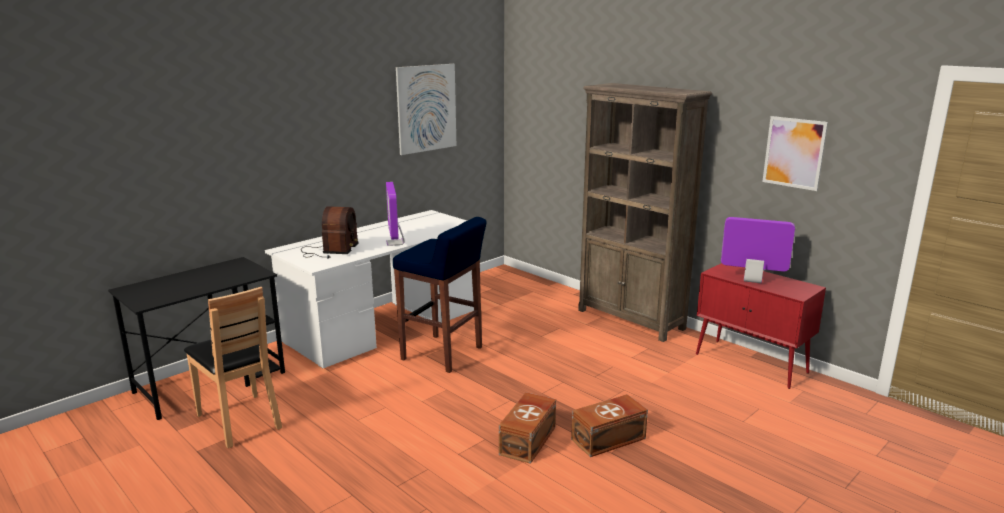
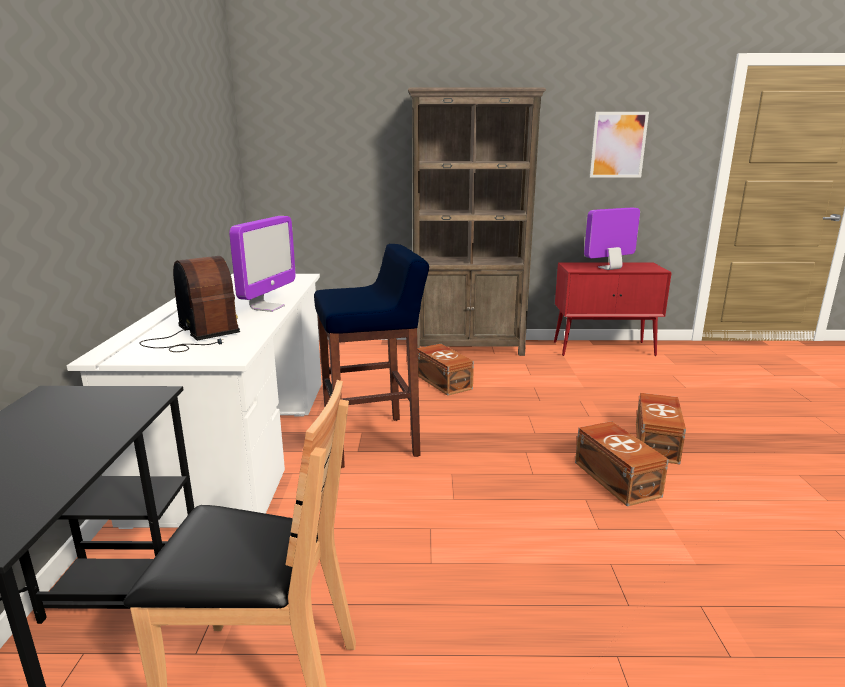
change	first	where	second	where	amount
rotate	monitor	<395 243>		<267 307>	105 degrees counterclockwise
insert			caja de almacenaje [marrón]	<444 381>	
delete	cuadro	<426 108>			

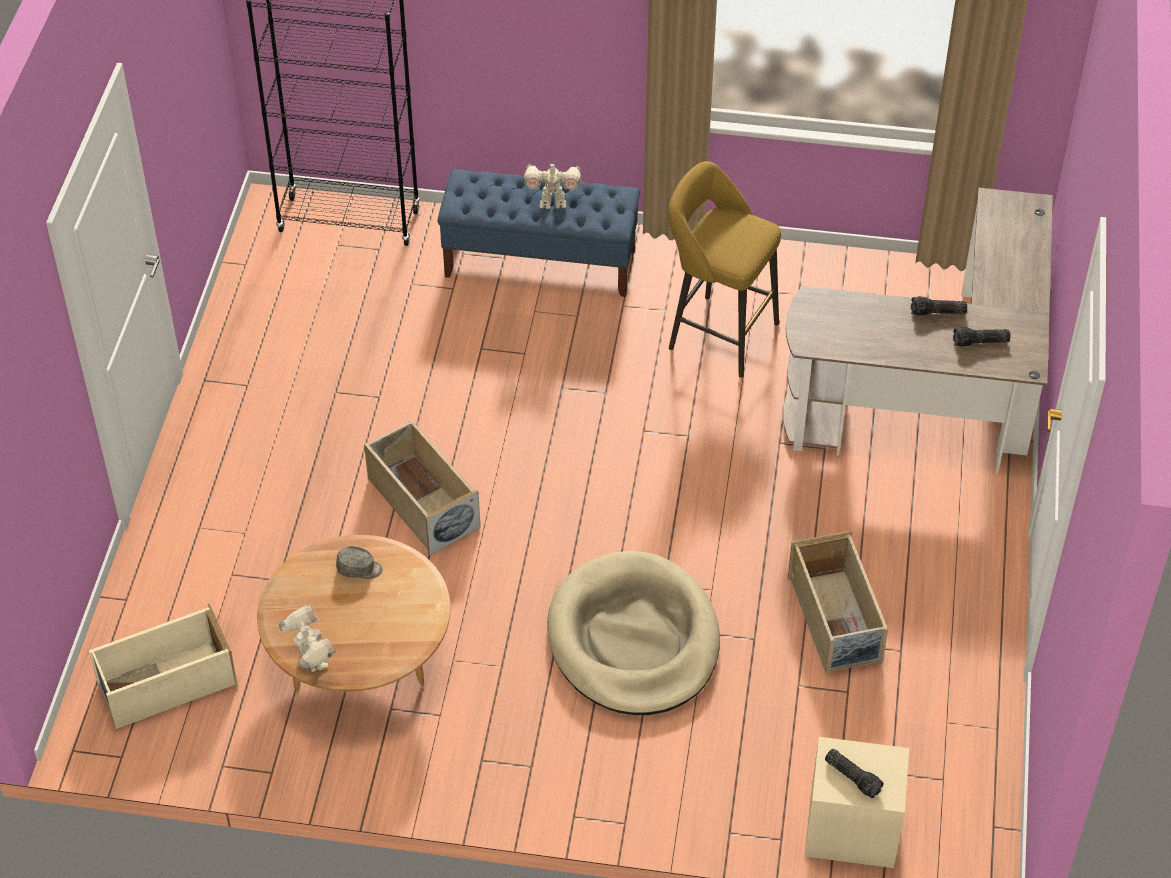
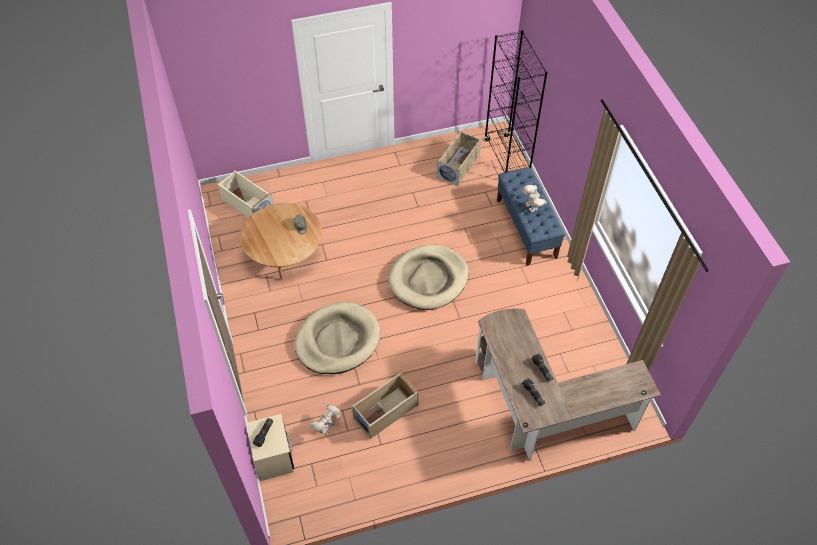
change	first	where	second	where	amount
move	robot de juguete	<311 661>		<327 427>	
insert			cama para perro [beis]	<428 279>	
move	caja de almacenaje [beis]	<422 503>		<459 165>	
delete	taburete [amarillo]	<717 333>			

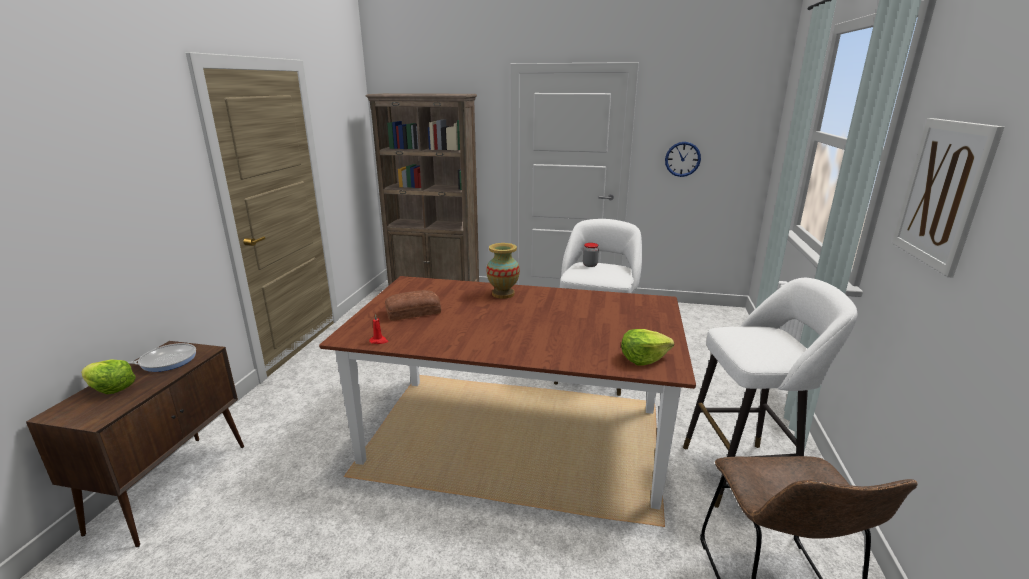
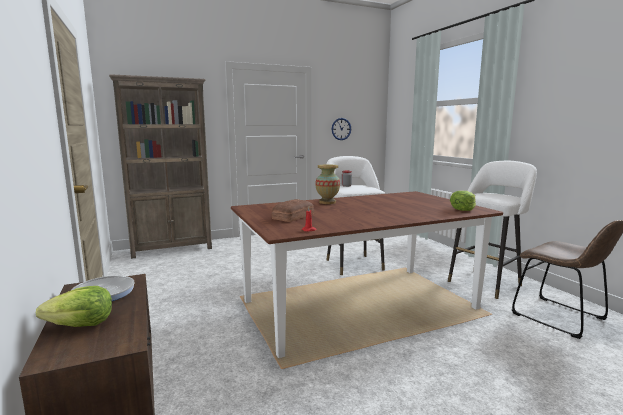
change	first	where	second	where	amount
delete	cuadro	<942 193>			

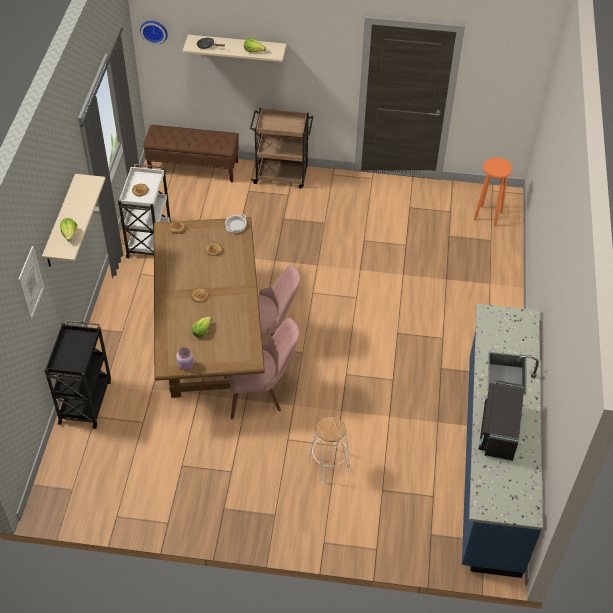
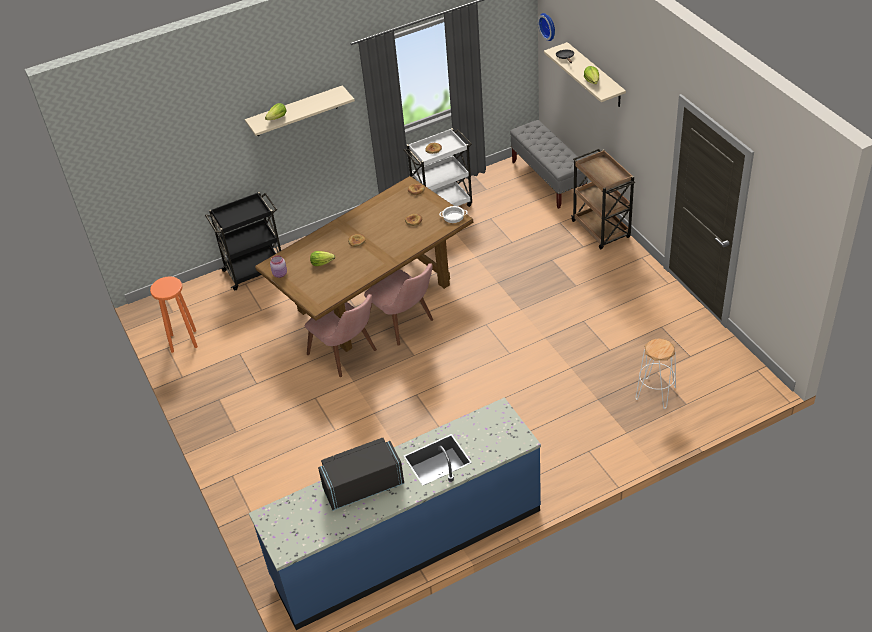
change	first	where	second	where	amount
move	taburete [naranja]	<488 216>		<183 341>	
recolor	banco [marrón]	<193 168>	banco [gris]	<548 180>	
move	taburete [blanco]	<329 465>		<655 393>	
delete	cuadro	<31 283>			

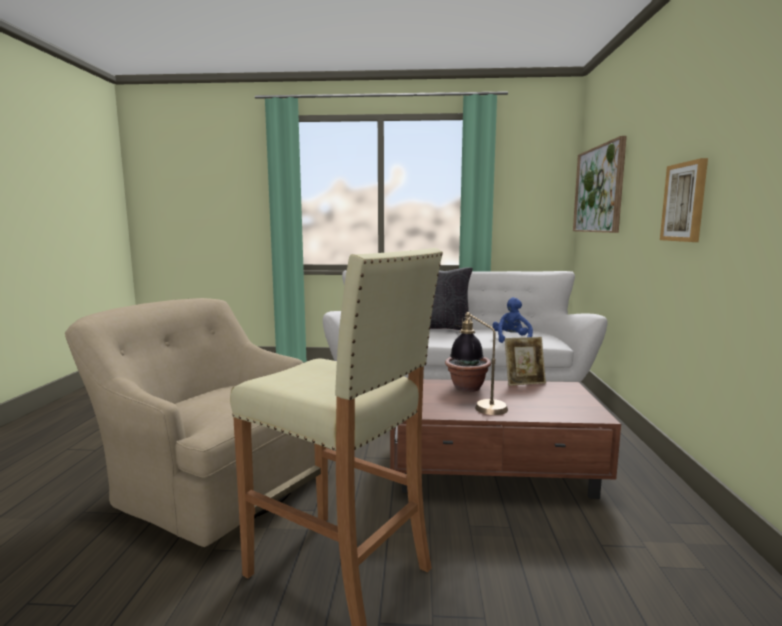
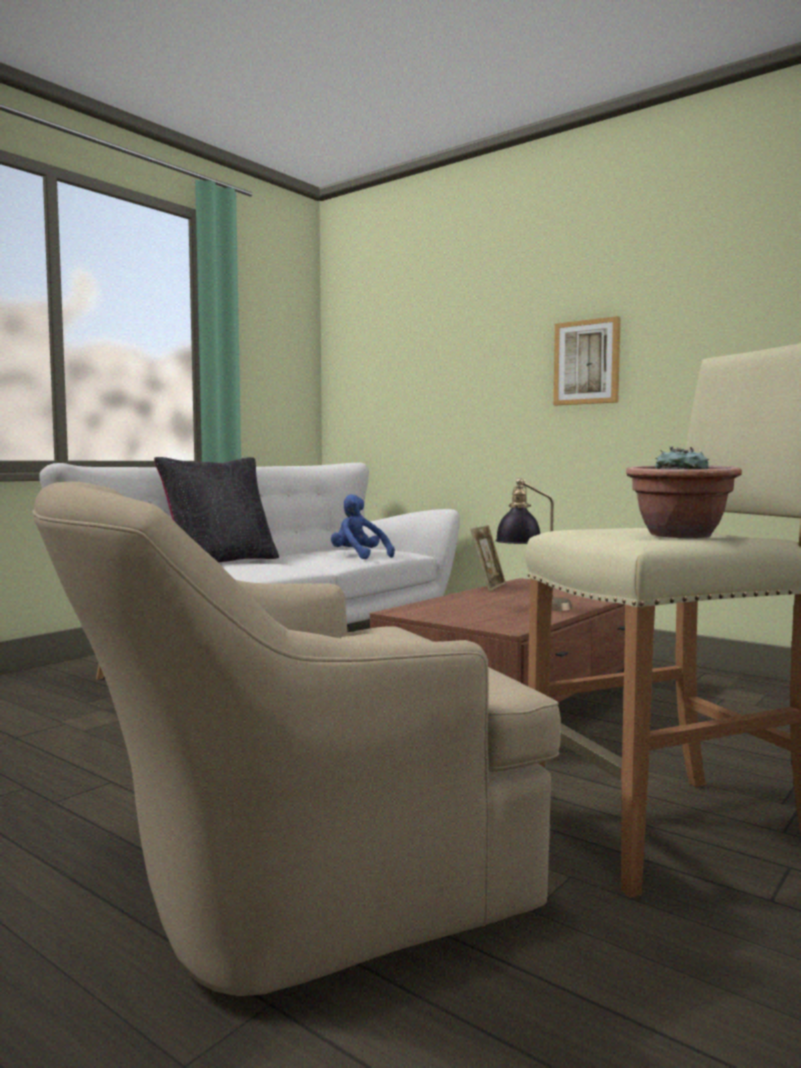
change	first	where	second	where	amount
move	planta en maceta	<467 388>		<680 535>	
delete	cuadro	<598 189>			

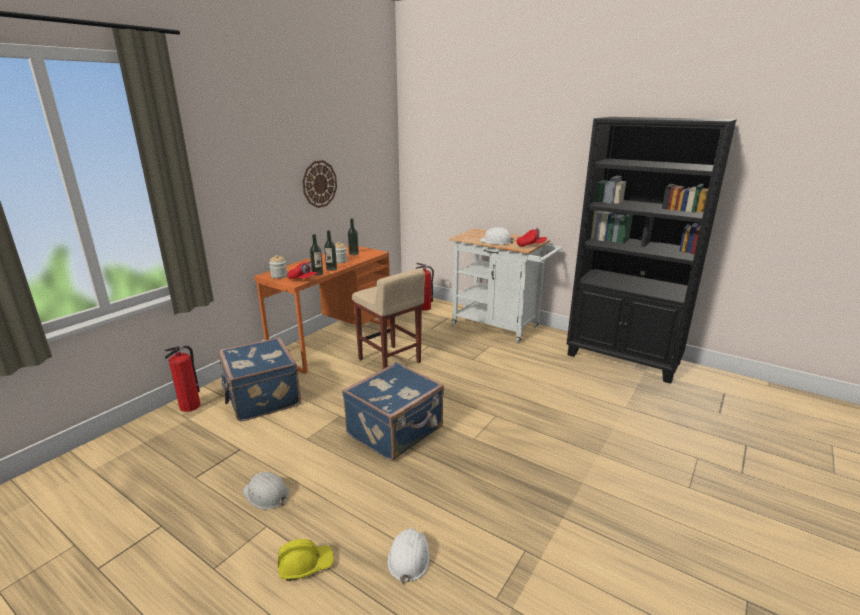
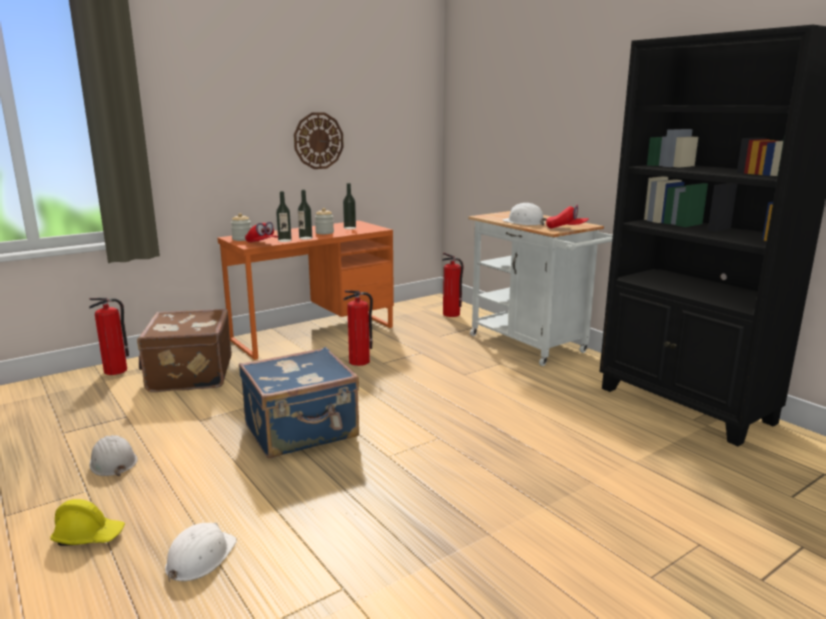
change	first	where	second	where	amount
recolor	maleta [azul]	<261 398>	maleta [marrón]	<189 375>	
replace	taburete [beis]	<390 361>	extintor	<359 361>	

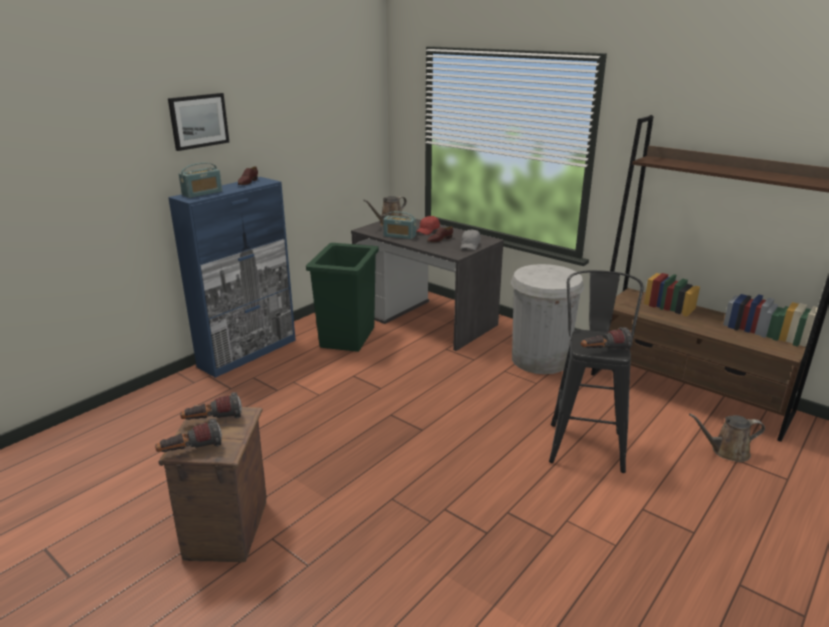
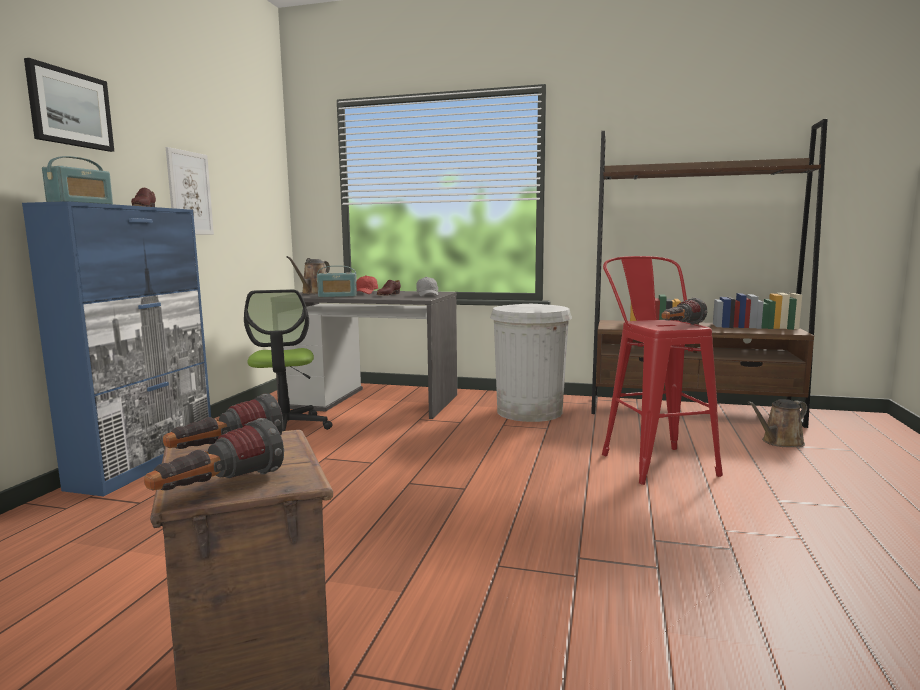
change	first	where	second	where	amount
insert			cuadro	<189 193>	
replace	papelera [verde]	<346 337>	silla de oficina	<285 428>	
recolor	taburete [negro]	<586 441>	taburete [rojo]	<653 461>	

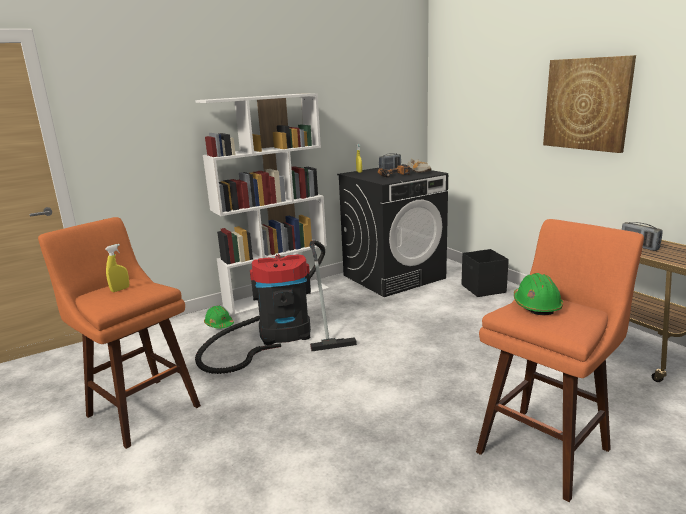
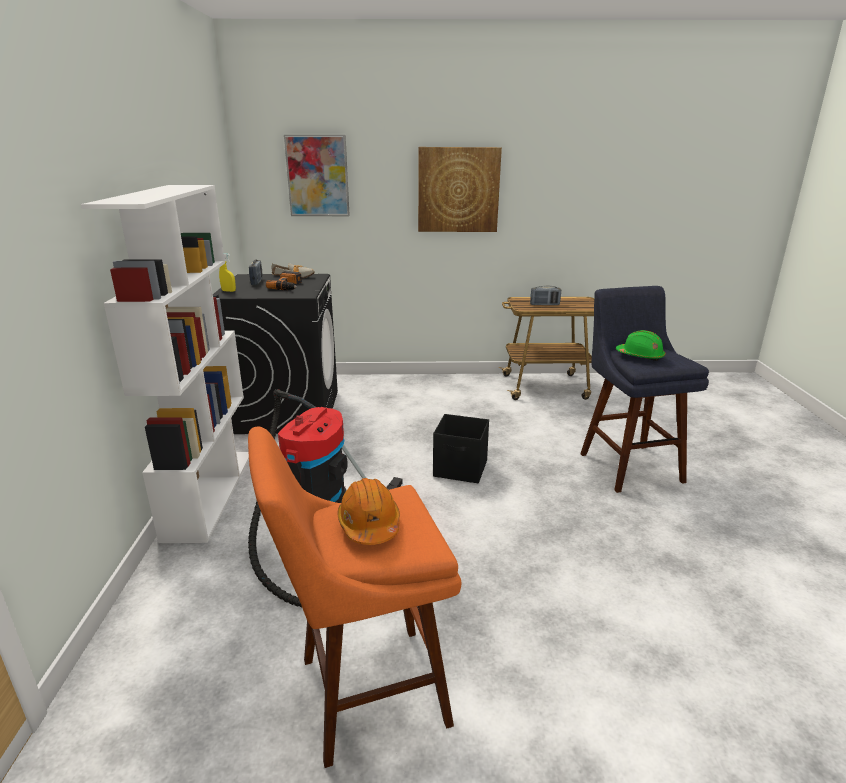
change	first	where	second	where	amount
insert			cuadro	<317 176>	
replace	pulverizador [amarillo]	<120 289>	casco [naranja]	<369 524>	
move	caja de almacenaje [negro]	<483 289>		<461 469>	
recolor	taburete [naranja]	<547 446>	taburete [azul]	<627 464>	
delete	casco [verde]	<219 324>			

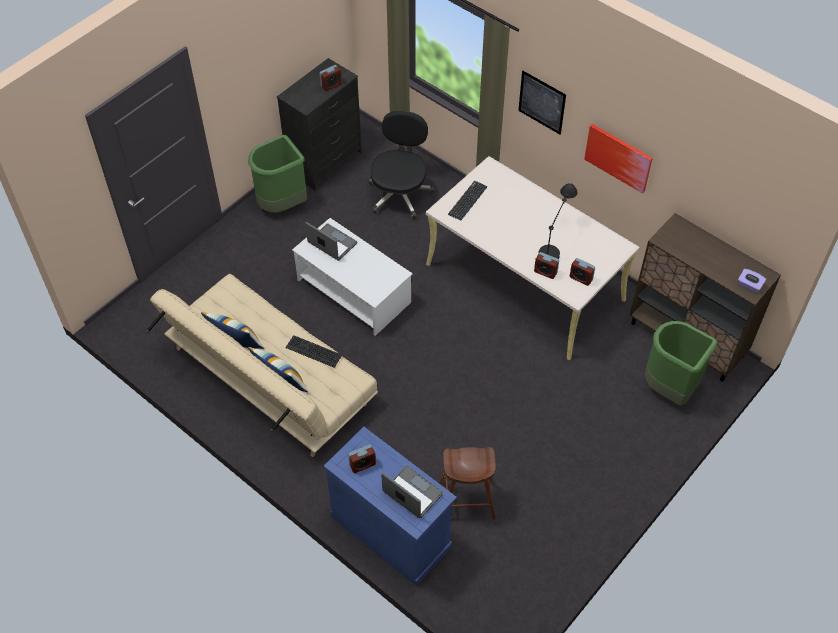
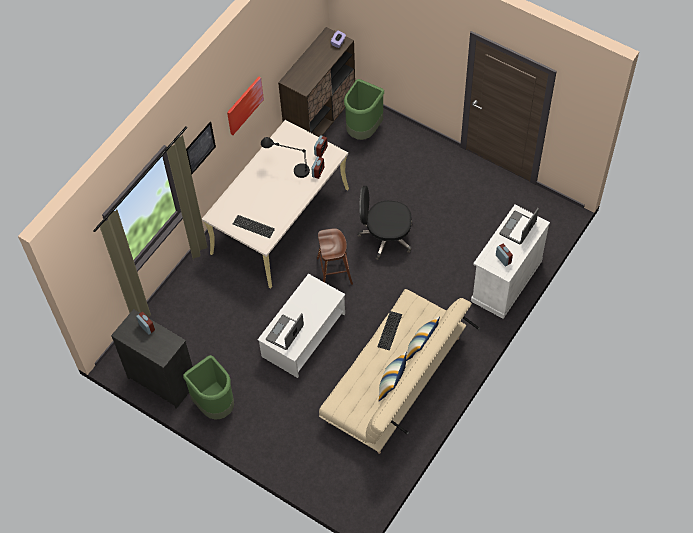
change	first	where	second	where	amount
move	taburete [marrón]	<467 500>		<334 271>	
move	silla de oficina [negro]	<400 194>		<385 237>	
recolor	armario [azul]	<391 531>	armario [blanco]	<506 281>	

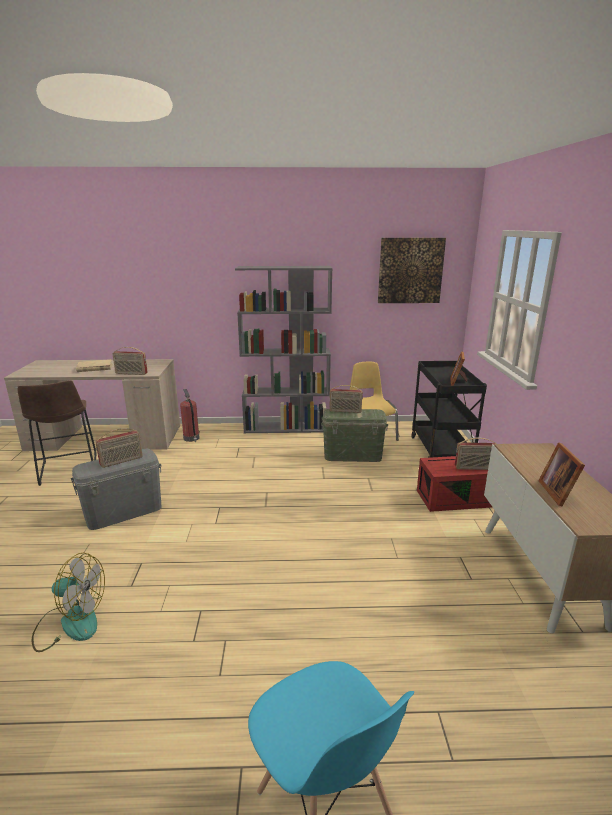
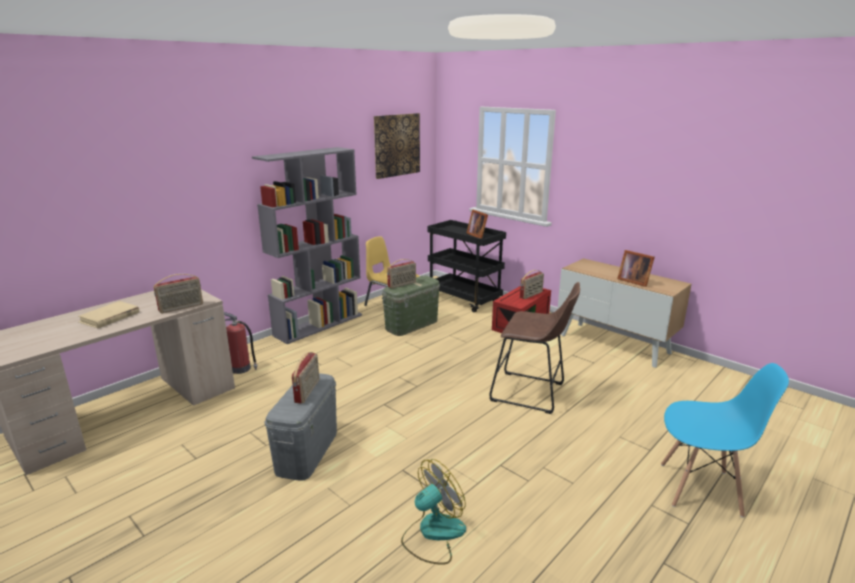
change	first	where	second	where	amount
move	taburete [marrón]	<68 470>		<532 393>	

